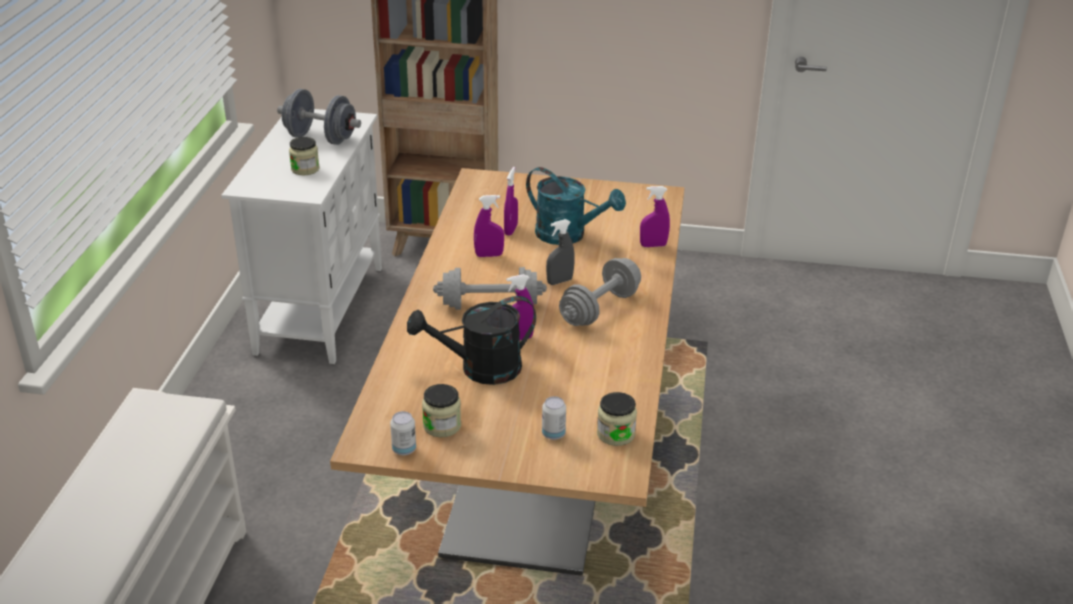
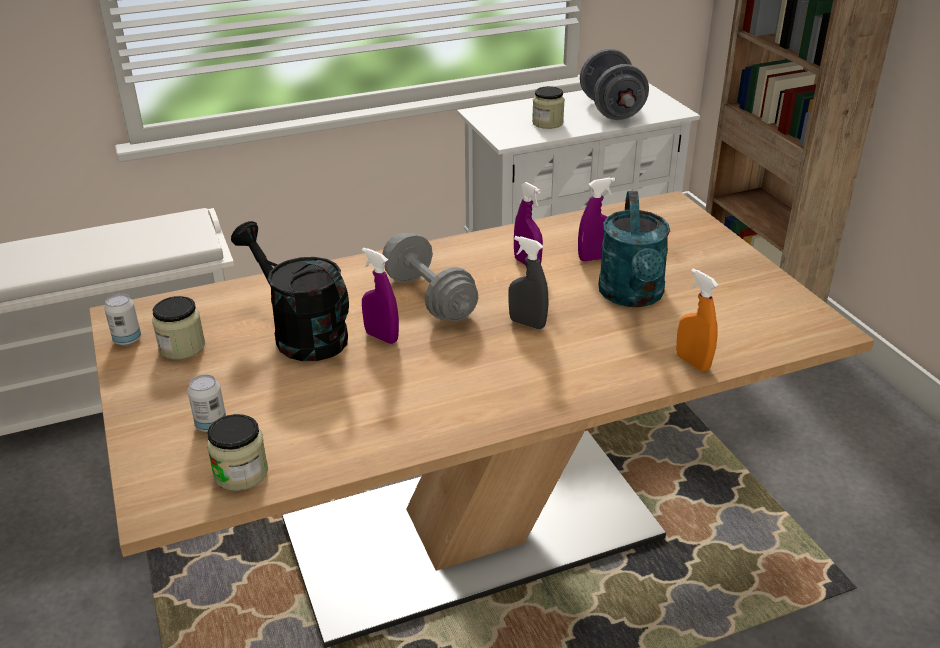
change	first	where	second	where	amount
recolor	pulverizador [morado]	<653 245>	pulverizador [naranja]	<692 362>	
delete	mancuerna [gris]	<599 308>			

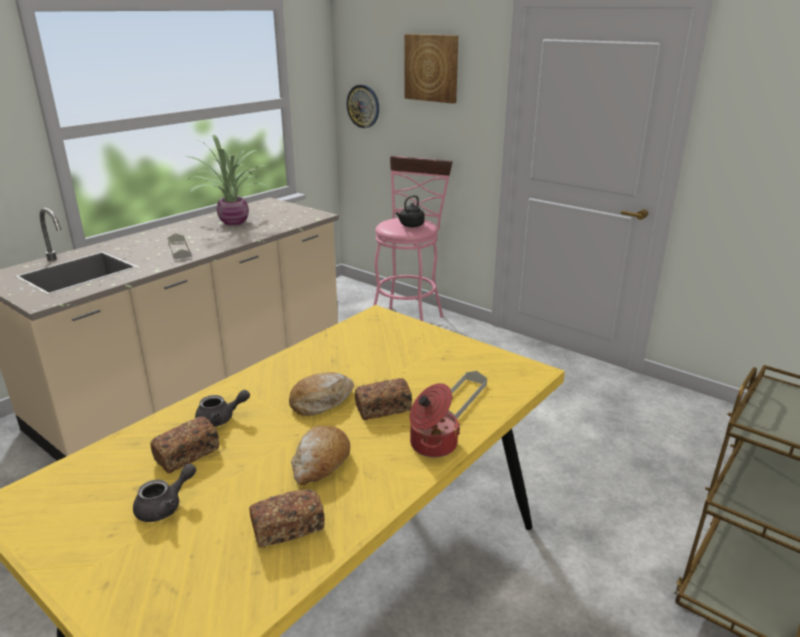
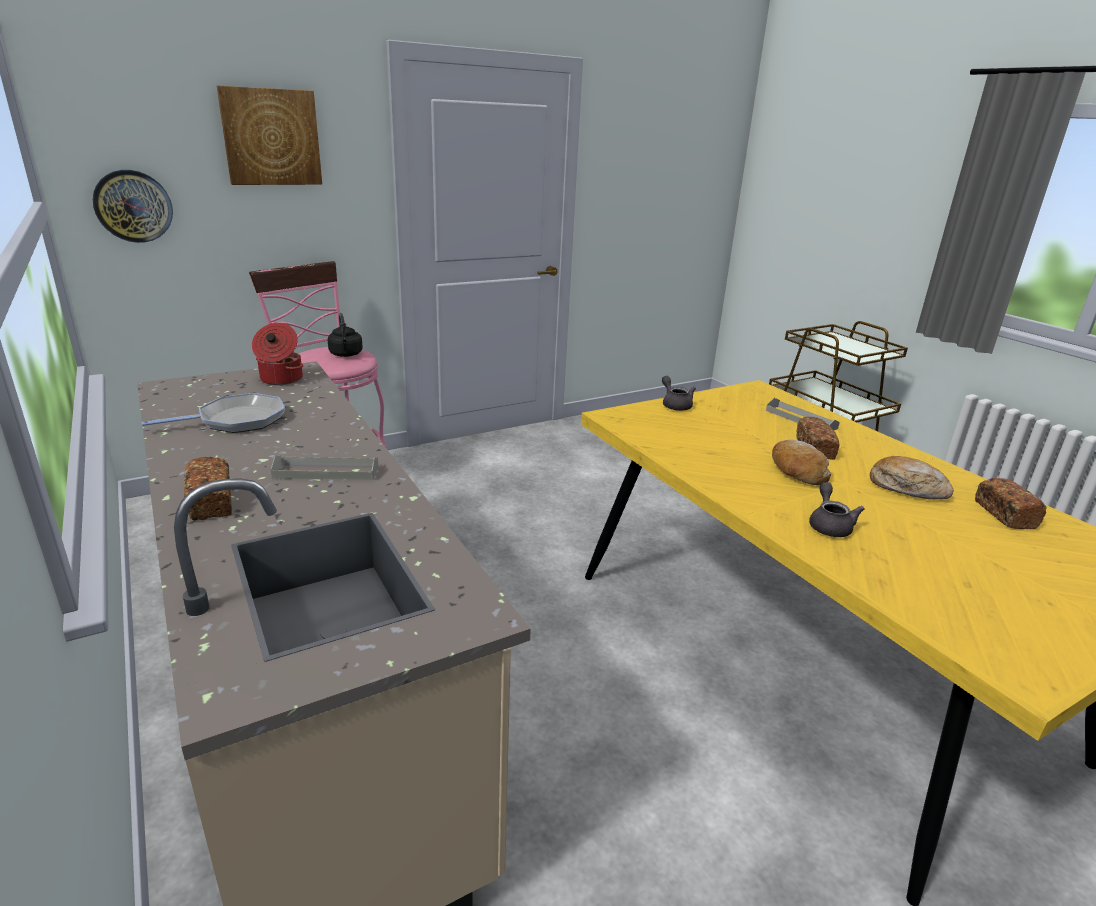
change	first	where	second	where	amount
replace	planta en maceta	<233 222>	sartén	<237 420>	
move	pan	<187 455>		<212 502>	
move	olla	<432 444>		<280 379>	
move	tetera [gris]	<165 506>		<675 405>	

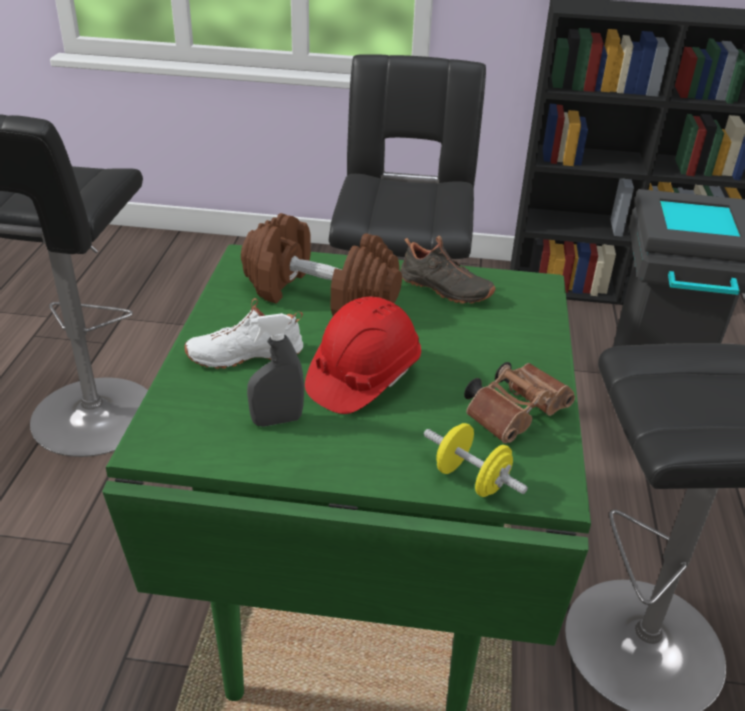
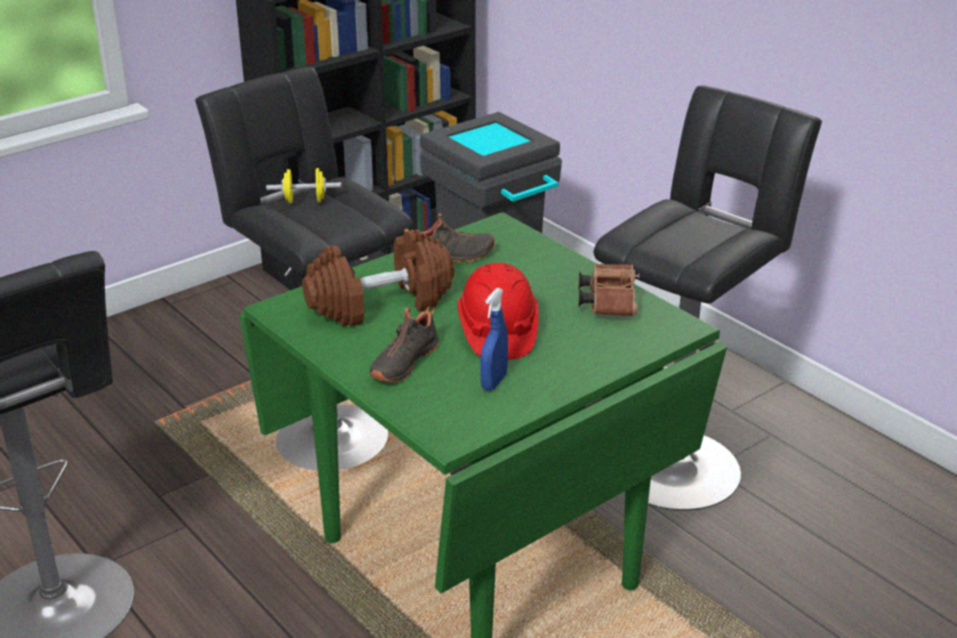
change	first	where	second	where	amount
move	mancuerna [amarillo]	<471 479>		<305 201>	
recolor	zapato [blanco]	<245 353>	zapato [negro]	<402 362>	
recolor	pulverizador [gris]	<277 420>	pulverizador [azul]	<494 382>	

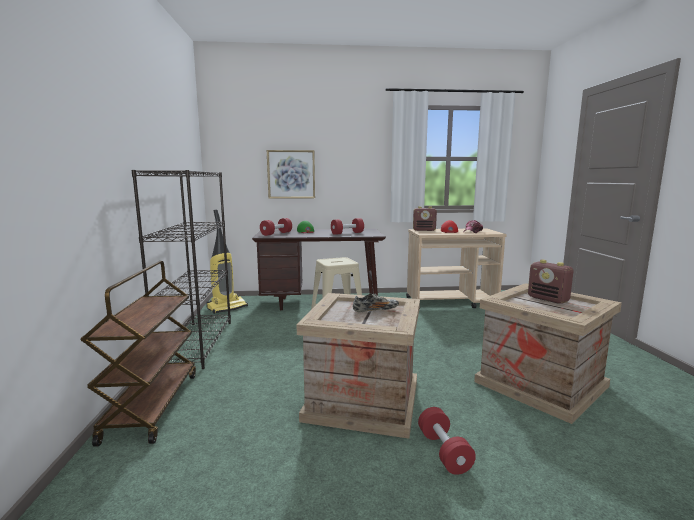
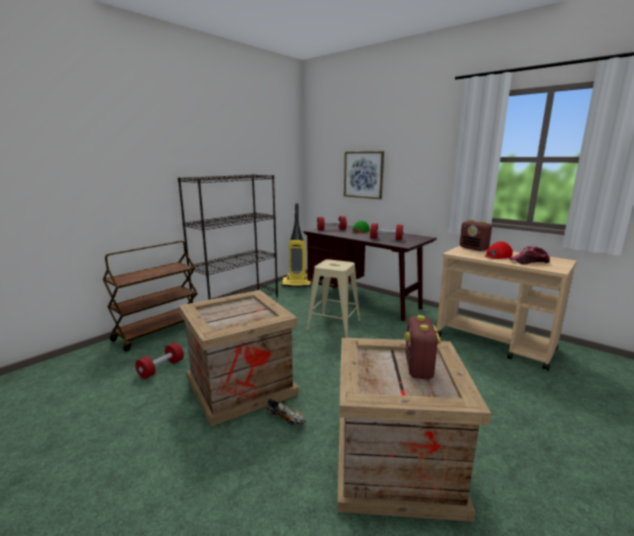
change	first	where	second	where	amount
move	mancuerna [rojo]	<444 452>		<161 368>	
move	zapato	<375 310>		<285 419>	

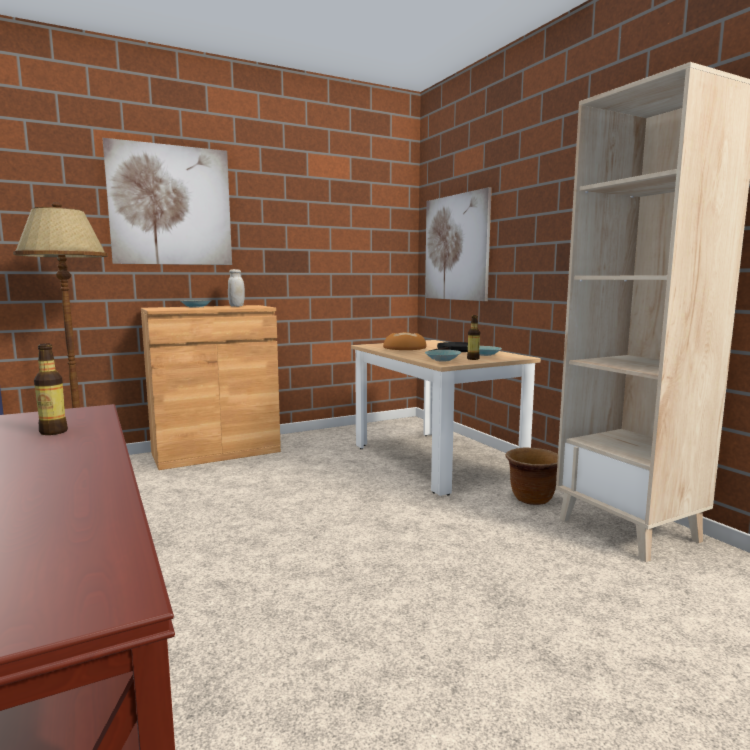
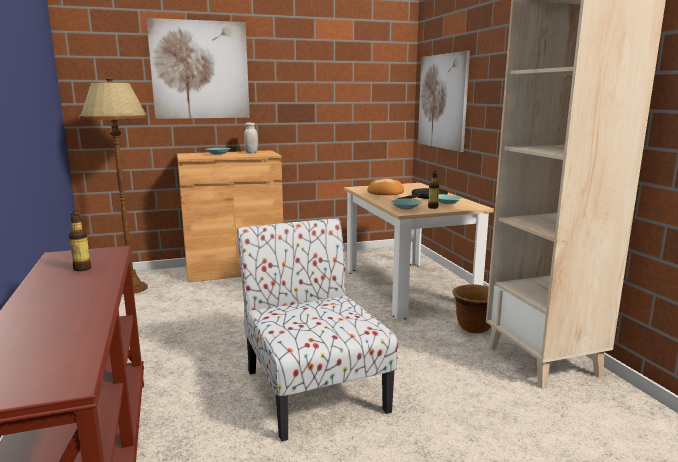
change	first	where	second	where	amount
insert			silla	<313 388>	

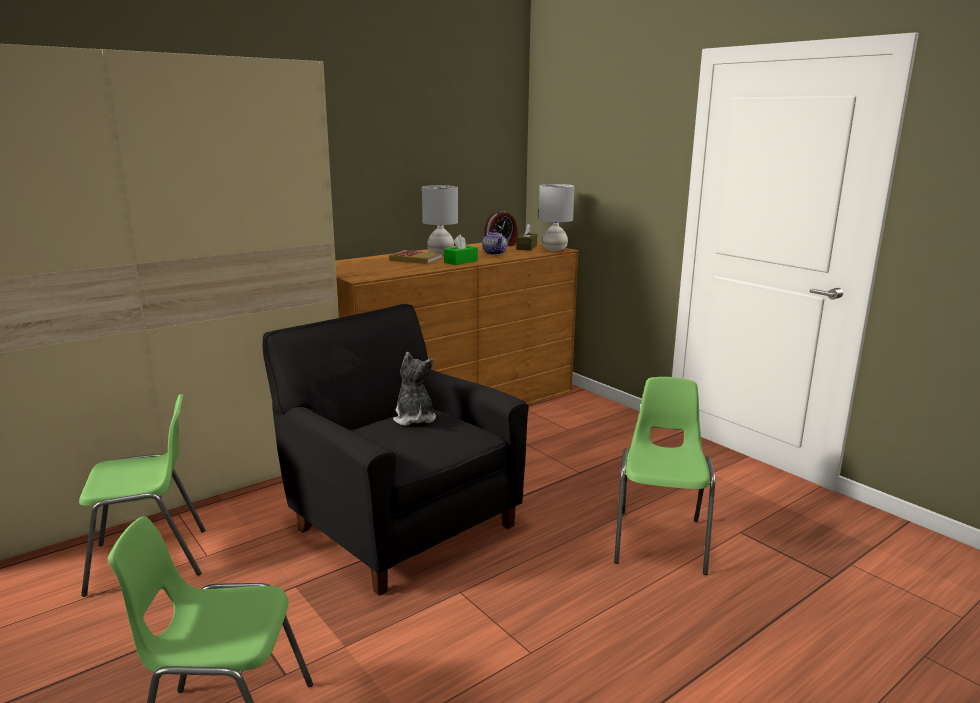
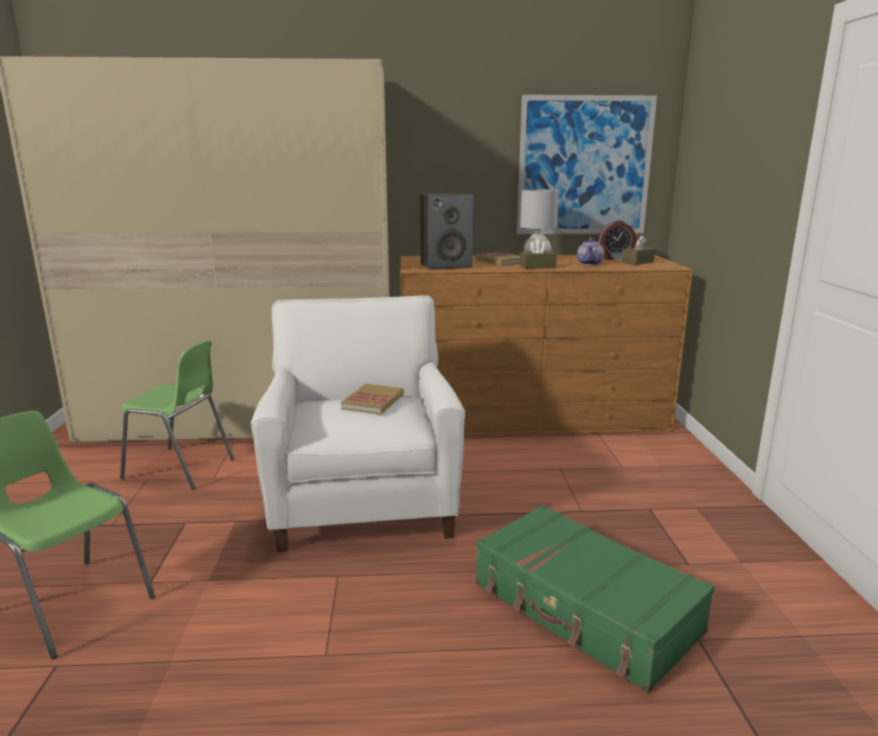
change	first	where	second	where	amount
recolor	sillón [negro]	<398 523>	sillón [blanco]	<363 500>	
replace	peluche	<414 418>	libro	<373 401>	
insert			altavoz	<446 266>	
replace	silla [verde]	<660 540>	maleta [verde]	<584 609>	
insert			cuadro	<584 166>	
recolor	caja de pañuelos [verde]	<460 261>	caja de pañuelos [marrón]	<537 267>	
delete	lámpara de mesa [gris]	<554 249>			

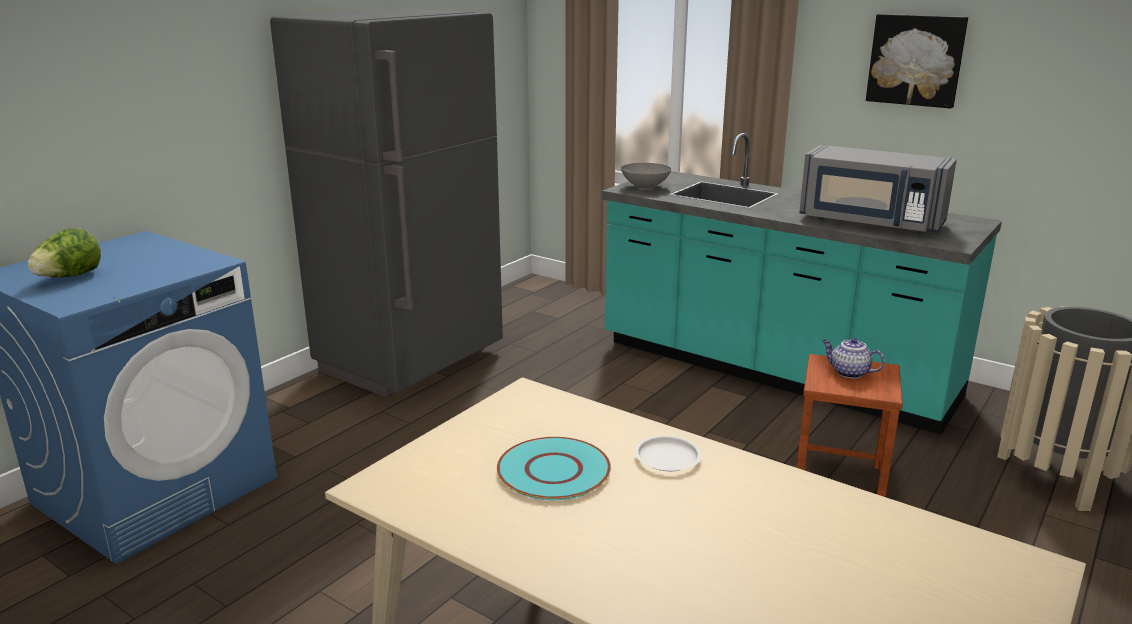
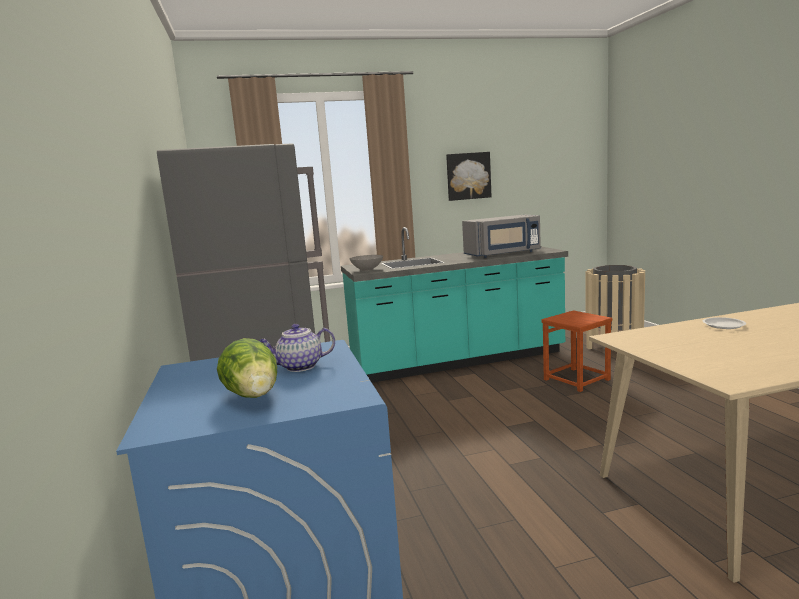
change	first	where	second	where	amount
move	tetera	<848 372>		<299 367>	
delete	plato [turquesa]	<554 471>			

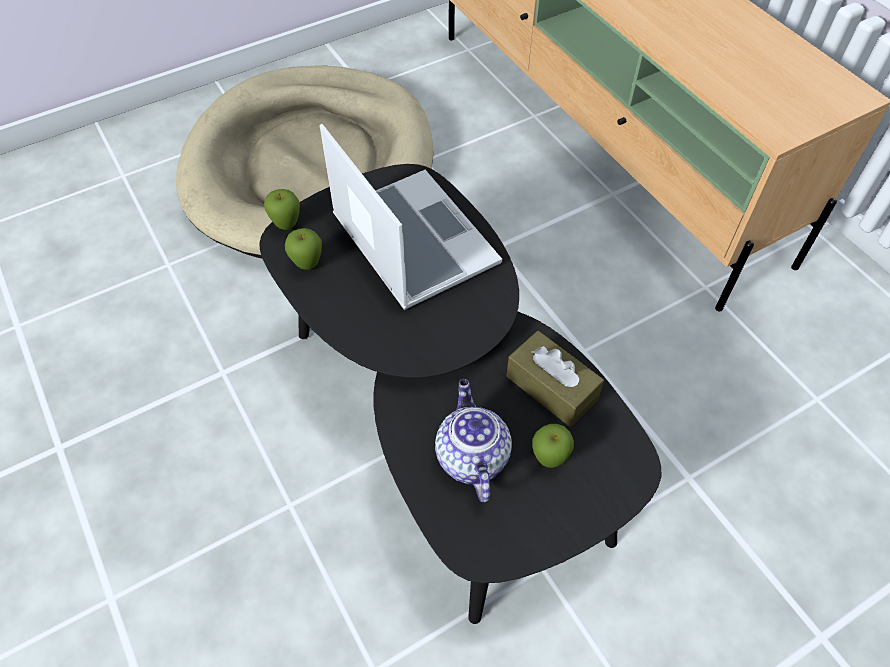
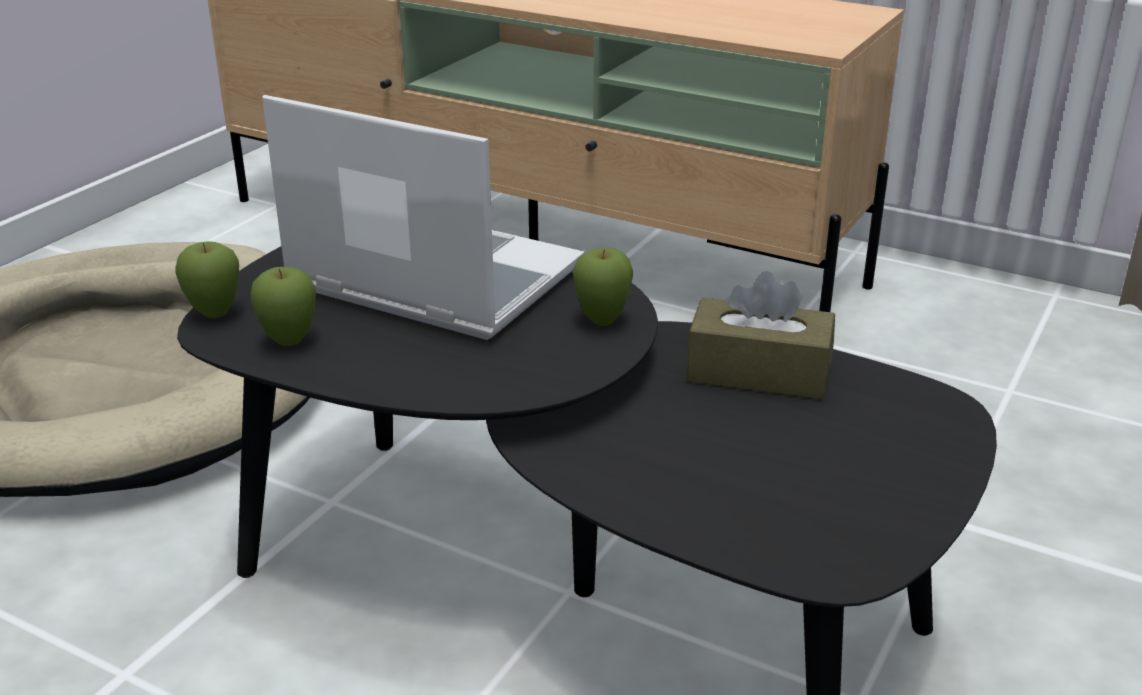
change	first	where	second	where	amount
move	manzana	<549 460>		<602 321>	
delete	tetera	<471 456>			

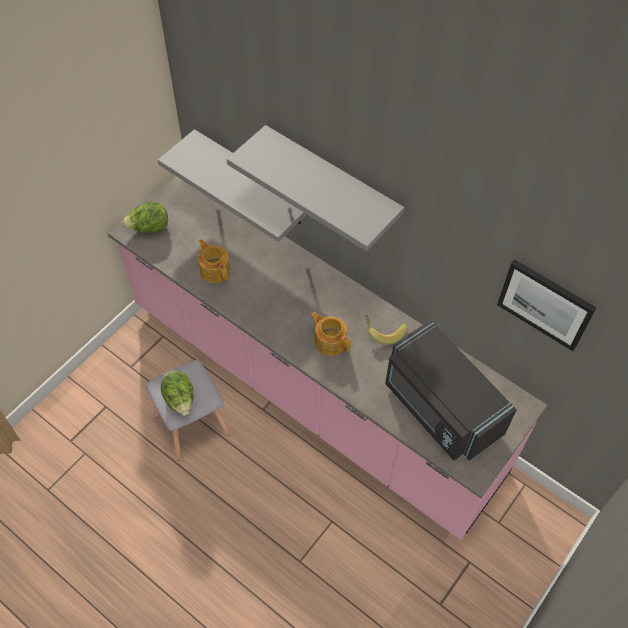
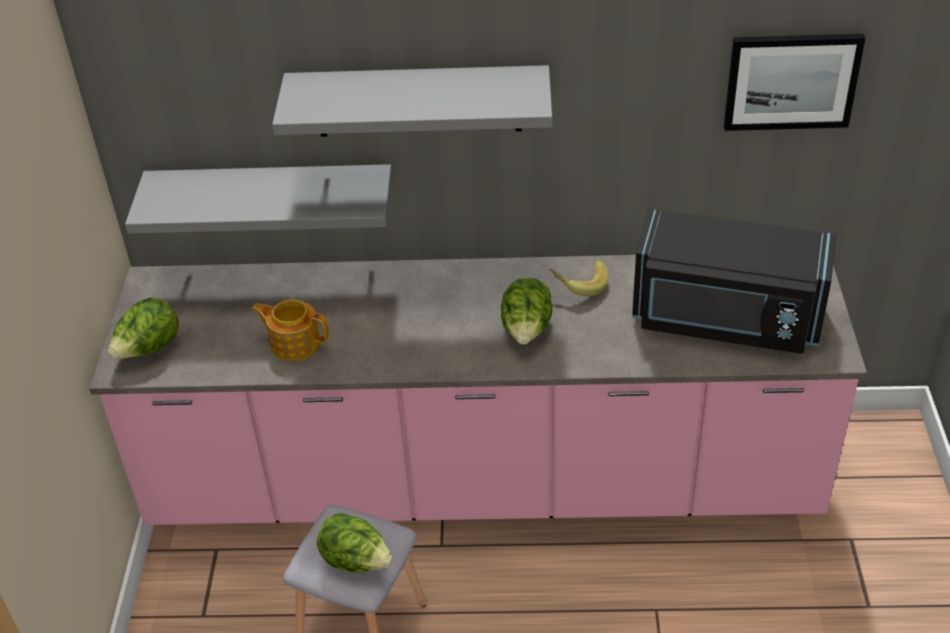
change	first	where	second	where	amount
replace	tetera	<330 341>	lechuga	<526 331>	

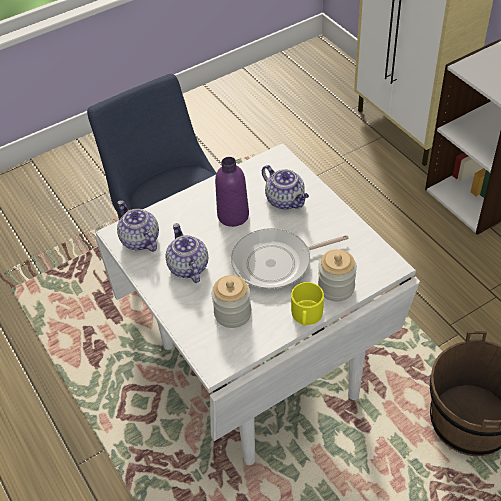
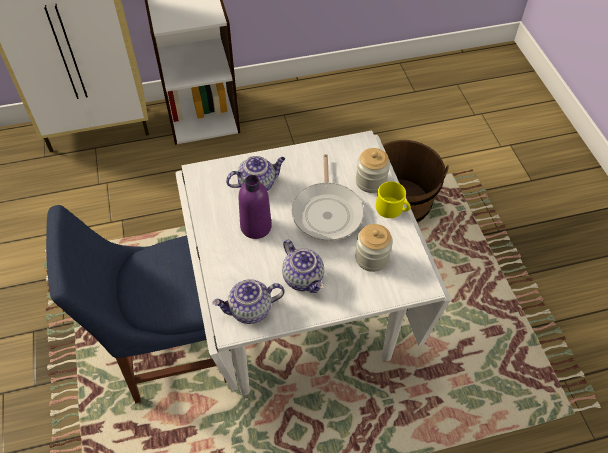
change	first	where	second	where	amount
rotate	tetera	<187 267>		<303 278>	120 degrees counterclockwise

